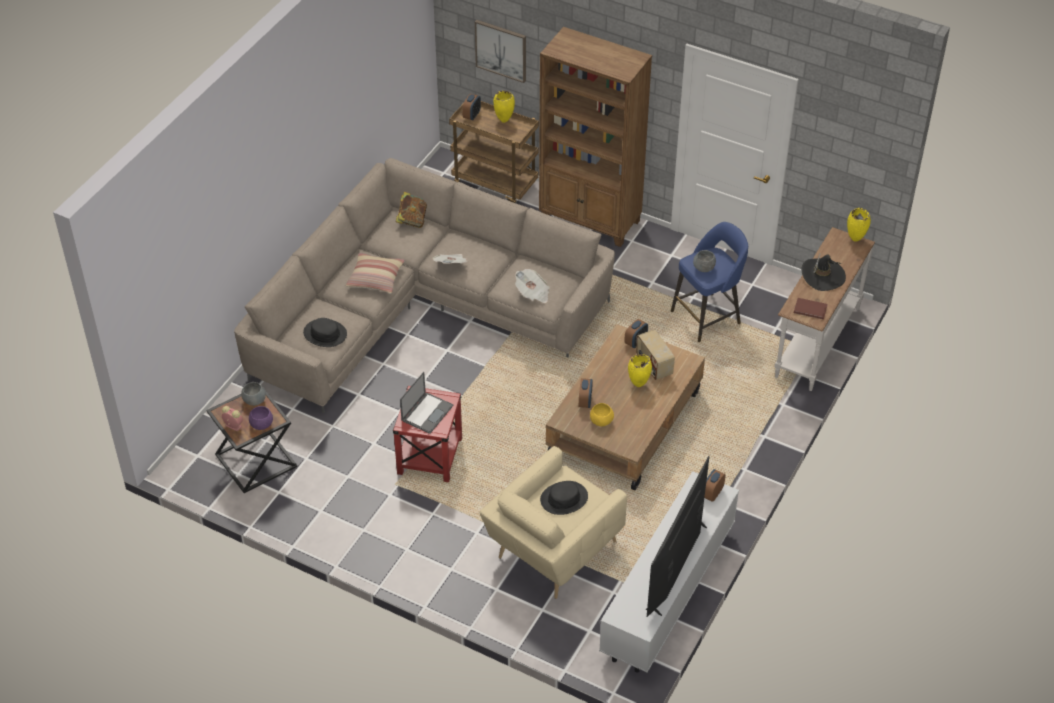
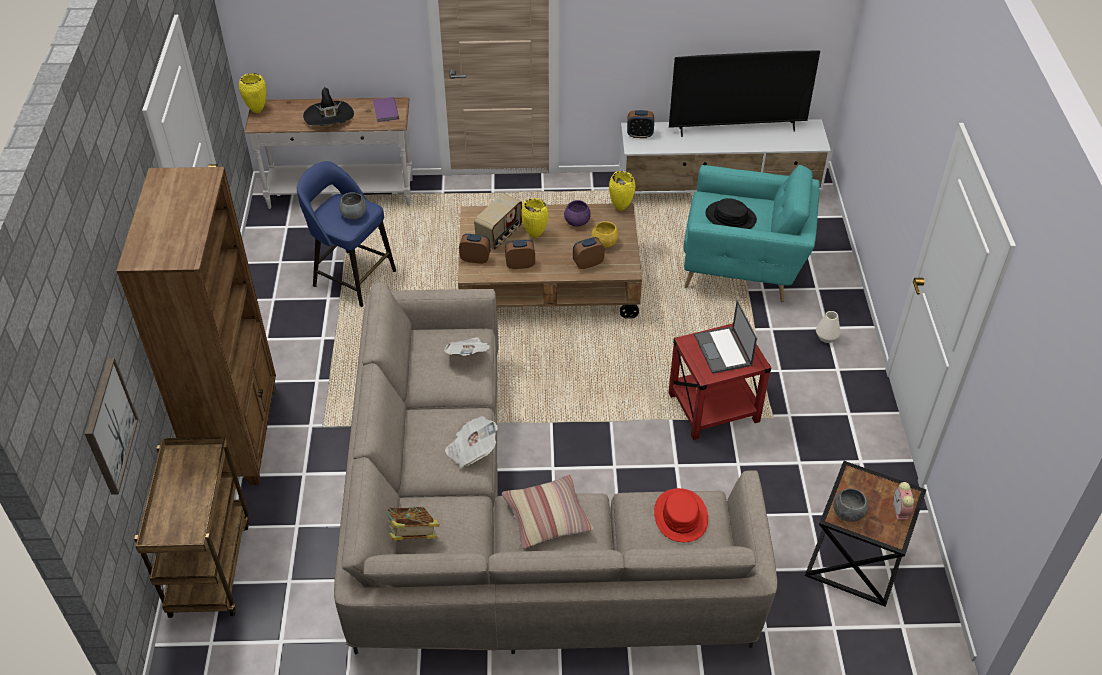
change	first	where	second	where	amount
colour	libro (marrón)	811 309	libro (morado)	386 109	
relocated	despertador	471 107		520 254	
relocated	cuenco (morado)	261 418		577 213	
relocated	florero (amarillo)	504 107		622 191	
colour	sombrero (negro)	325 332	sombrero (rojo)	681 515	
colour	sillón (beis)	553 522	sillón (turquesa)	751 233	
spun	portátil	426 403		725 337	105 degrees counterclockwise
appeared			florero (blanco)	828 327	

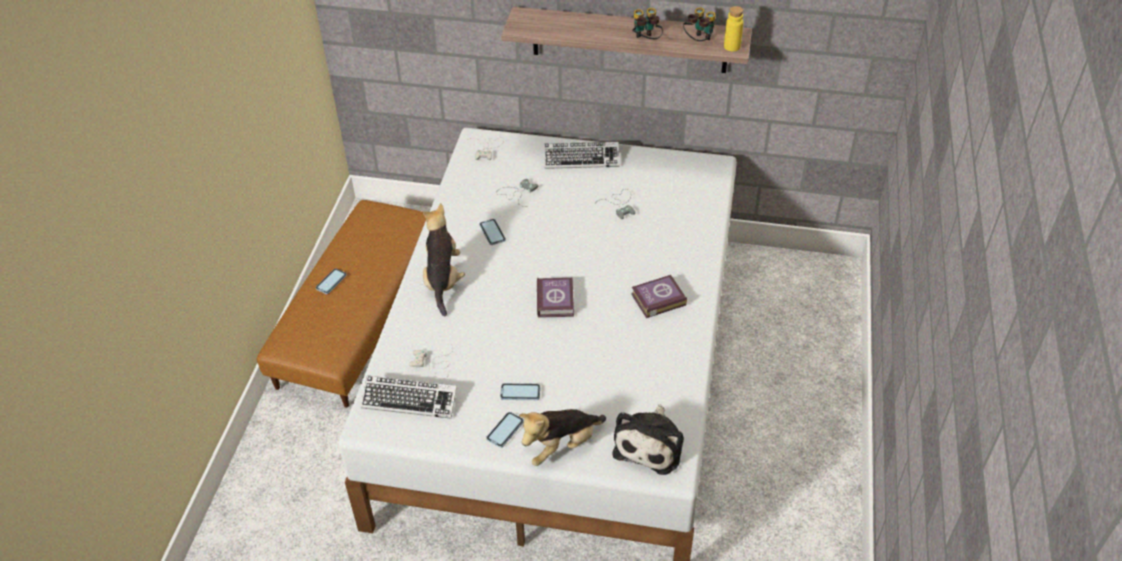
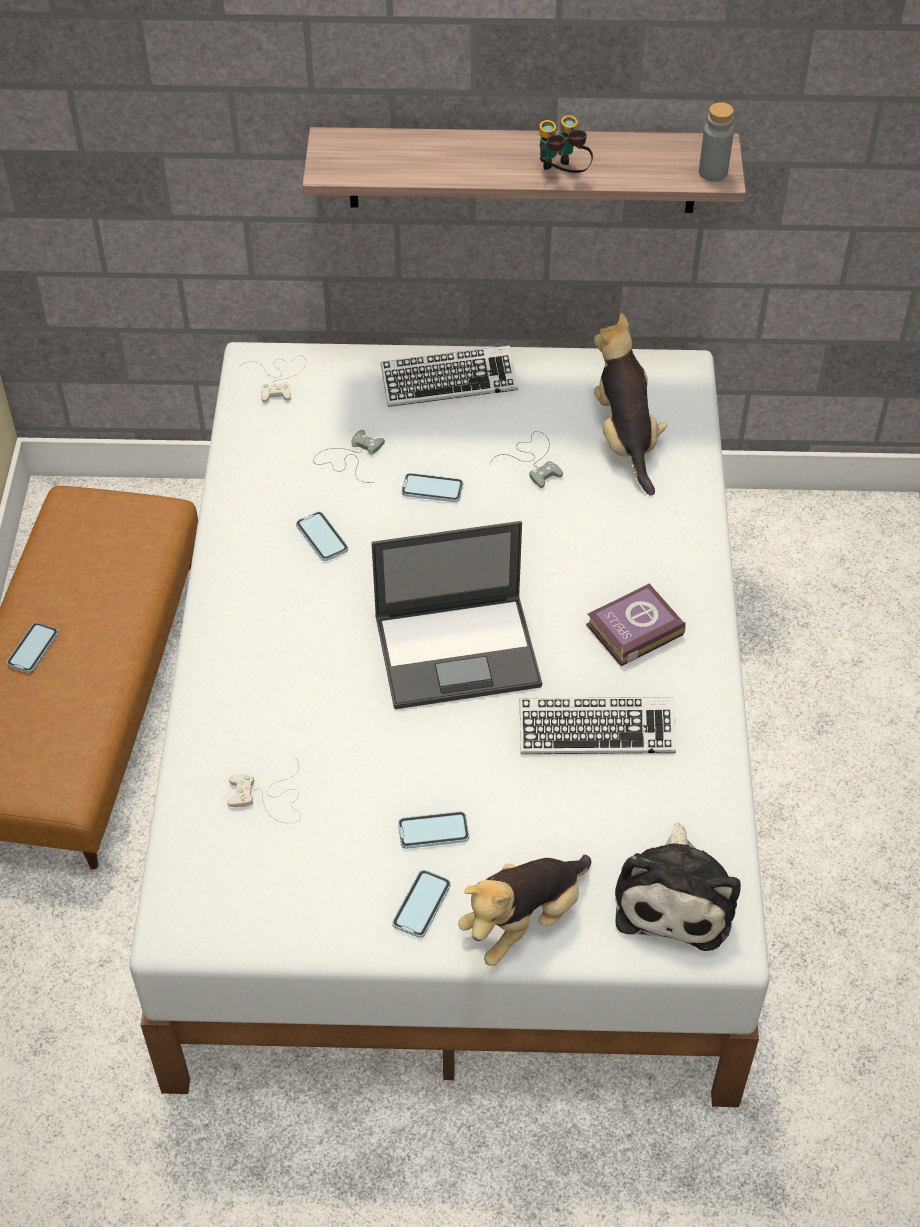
change	first	where	second	where	amount
exchanged	libro	555 298	portátil	456 615	
appeared			móvil	432 487	
relocated	teclado	409 397		598 725	
relocated	peluche	444 259		631 404	
colour	botella (amarillo)	734 28	botella (gris)	716 141	
missing	prismáticos	699 24			

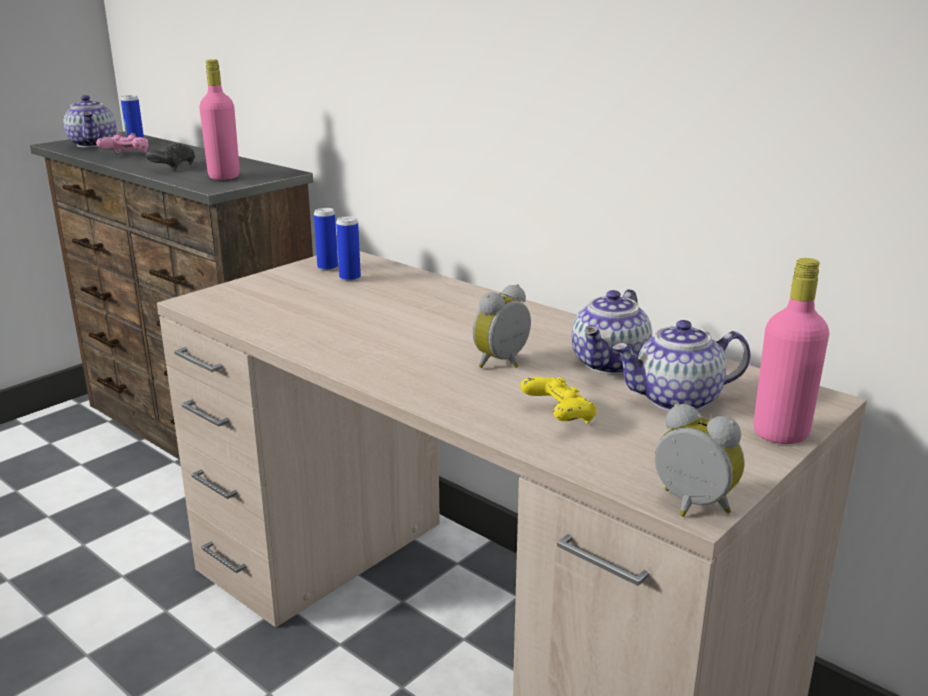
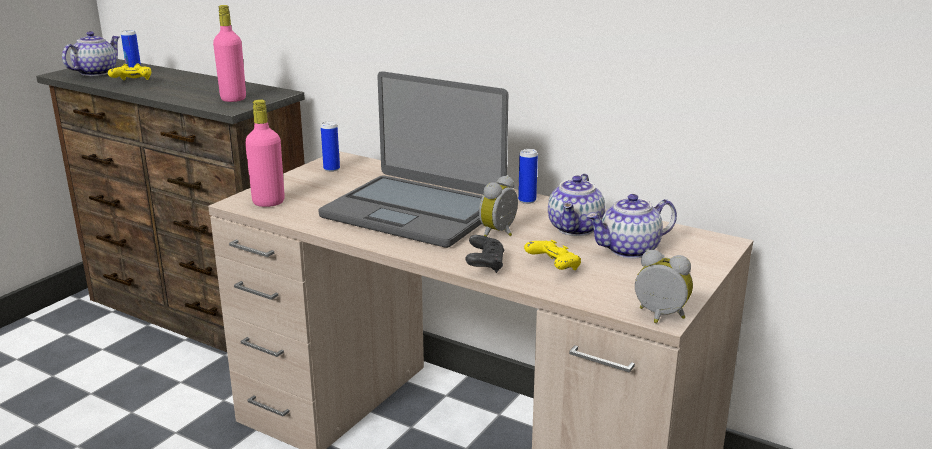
change	first	where	second	where	amount
spun	tetera	90 121		91 53	120 degrees counterclockwise
colour	mando de consola (rosa)	122 143	mando de consola (amarillo)	129 72	
relocated	botella (rosa)	791 351		265 153	
appeared			portátil	413 159	
relocated	mando de consola (negro)	170 157		485 254	
relocated	lata	348 249		528 176	

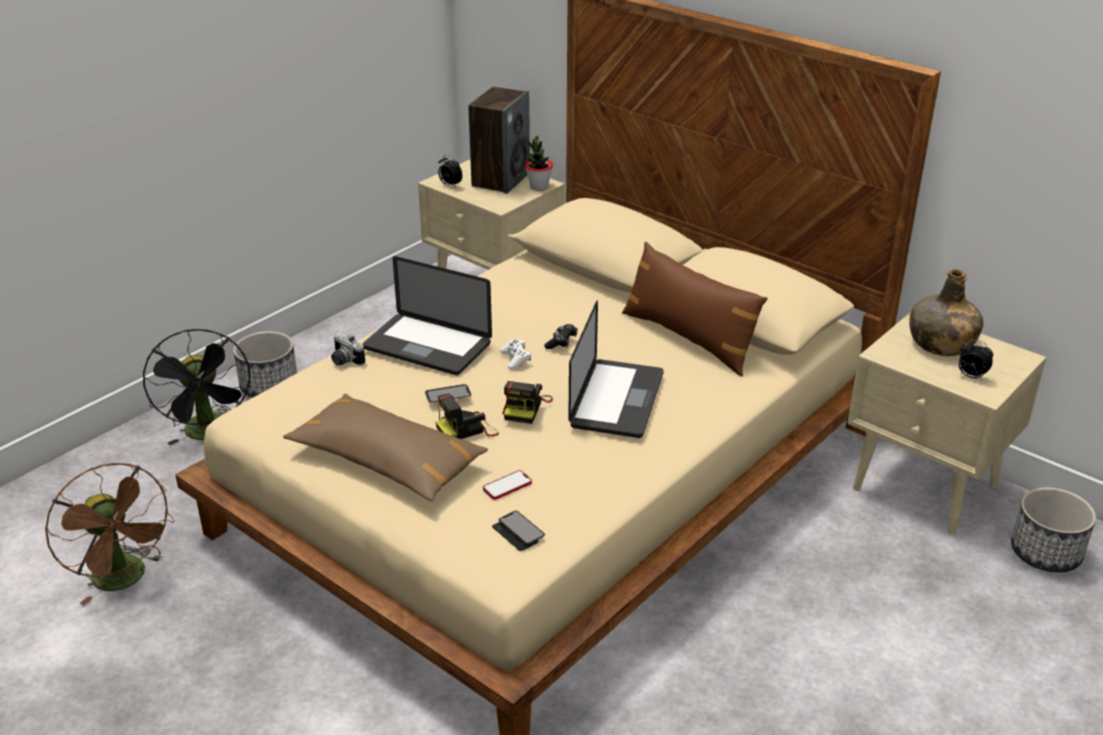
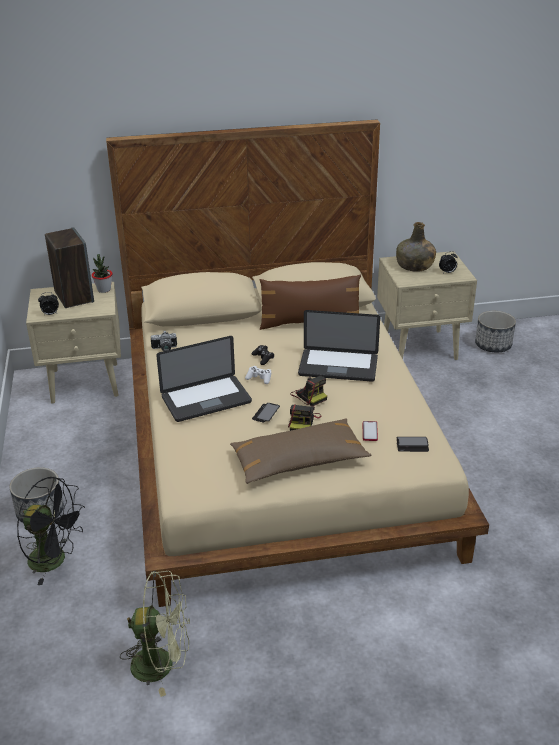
change	first	where	second	where	amount
colour	ventilador (marrón)	109 534	ventilador (verde)	155 634	
relocated	cámara	348 349		164 341	
spun	portátil	616 369		339 346	135 degrees clockwise

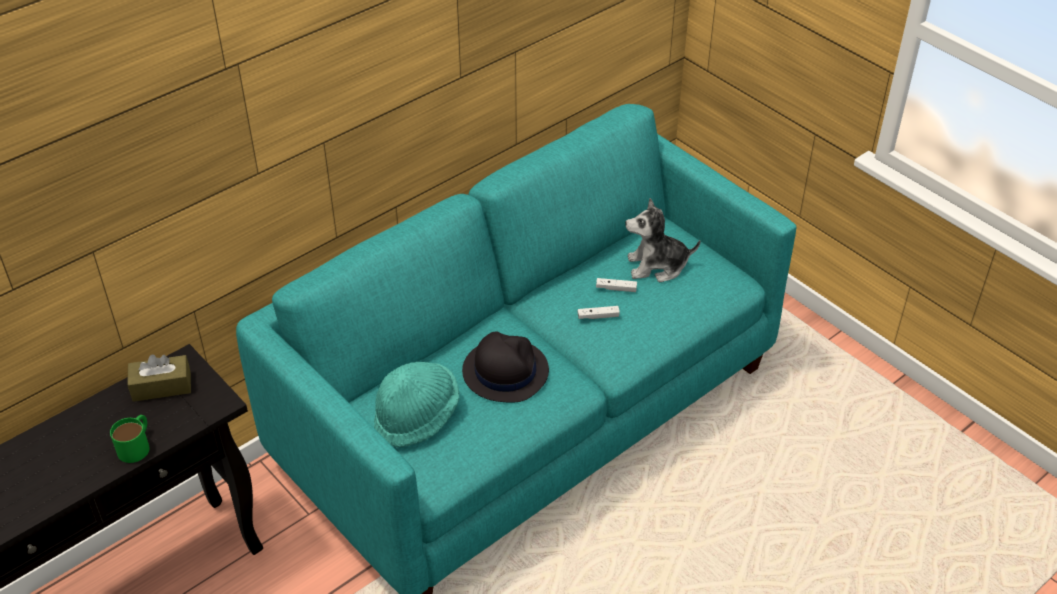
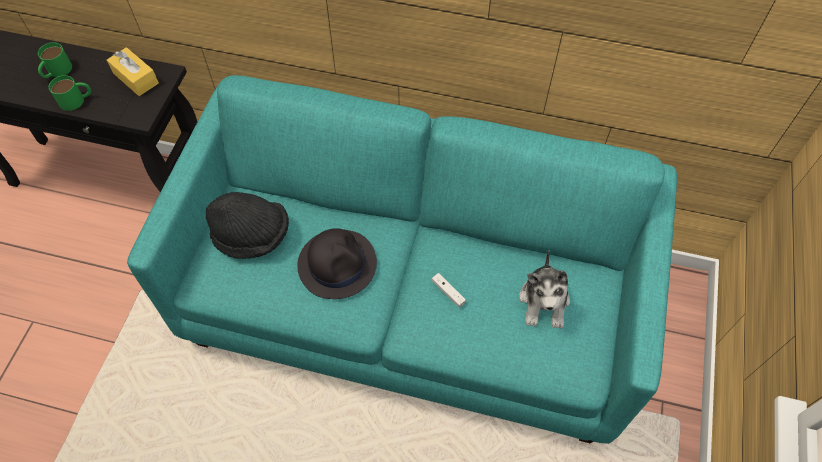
change	first	where	second	where	amount
appeared			taza grande (verde)	55 60	
colour	caja de pañuelos (marrón)	159 378	caja de pañuelos (amarillo)	133 71	
colour	sombrero (turquesa)	416 404	sombrero (negro)	247 225	
spun	peluche	663 240		544 289	135 degrees counterclockwise
missing	mando de consola (blanco)	616 285			

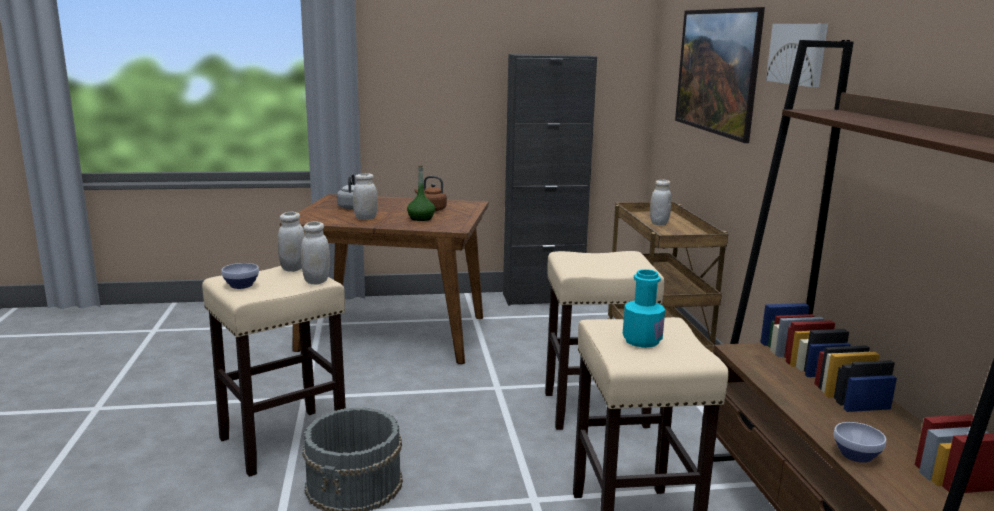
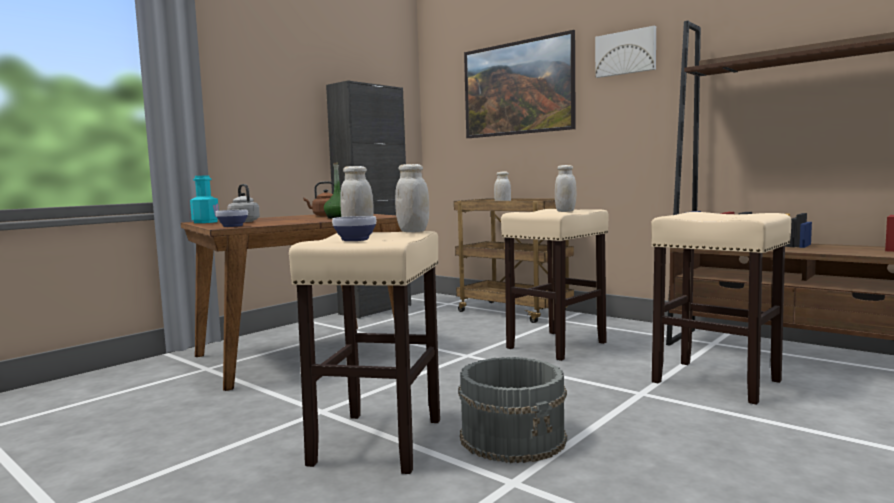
change	first	where	second	where	amount
relocated	botella (turquesa)	644 308		204 199	
relocated	cuenco	860 442		232 218	
relocated	tarro (blanco)	365 196		566 188	

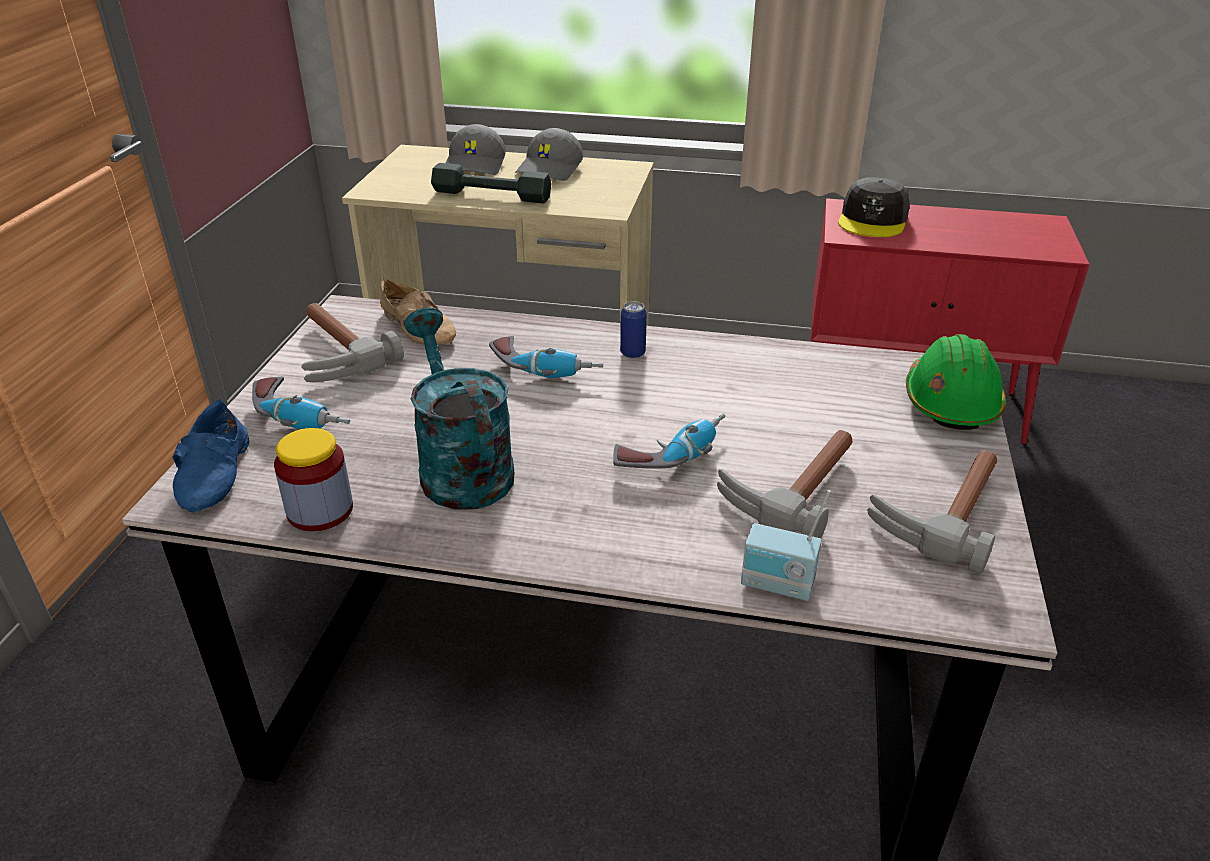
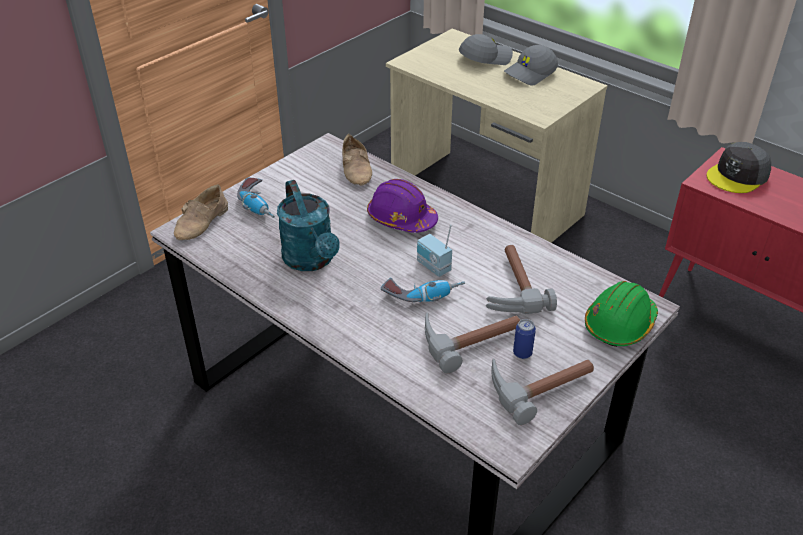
change	first	where	second	where	amount
colour	zapato (azul)	210 456	zapato (beis)	201 212	
spun	regadera (turquesa)	459 408		308 225	150 degrees clockwise
exchanged	taladro	546 357	casco (morado)	402 206	
relocated	radio	786 545		434 250	
spun	gorra (gris)	476 149		486 49	150 degrees counterclockwise
relocated	martillo	352 342		521 279	
relocated	lata	633 329		524 339	
missing	tarro	313 479			
missing	mancuerna (gris)	491 183			

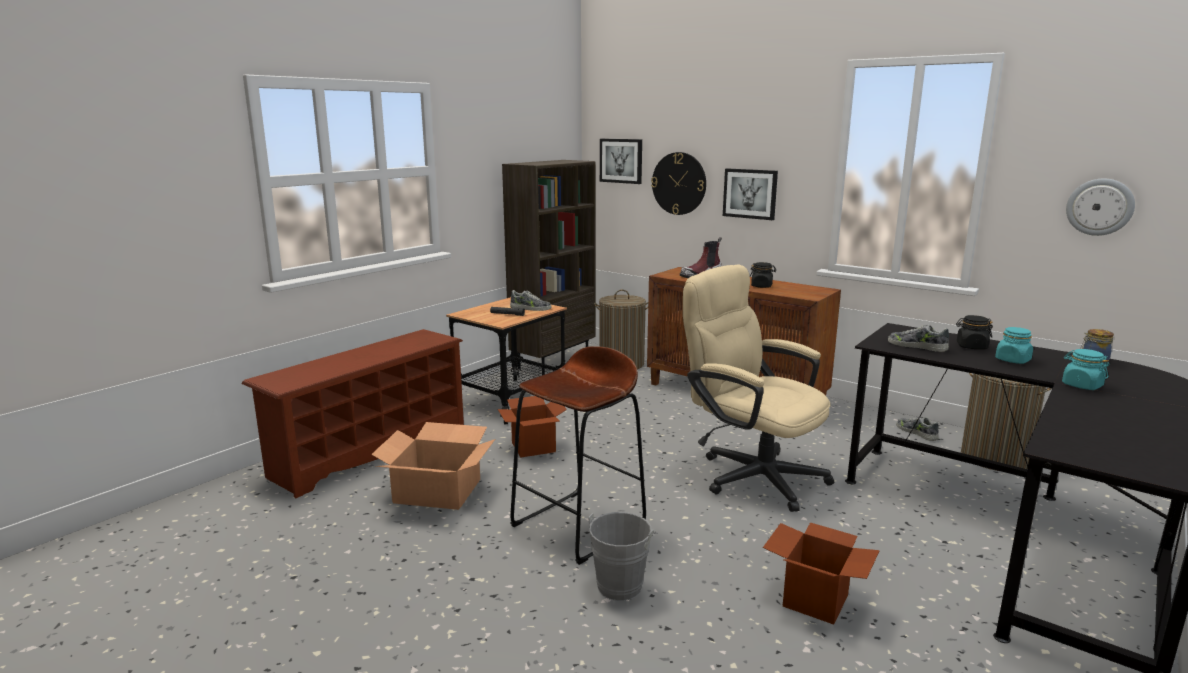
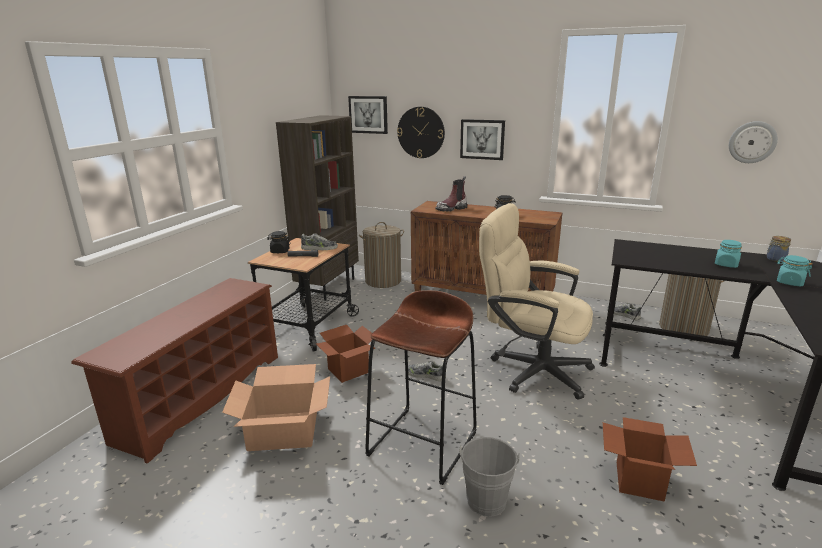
change	first	where	second	where	amount
relocated	tarro (negro)	974 332		279 242	
relocated	zapato	918 338		427 370	

